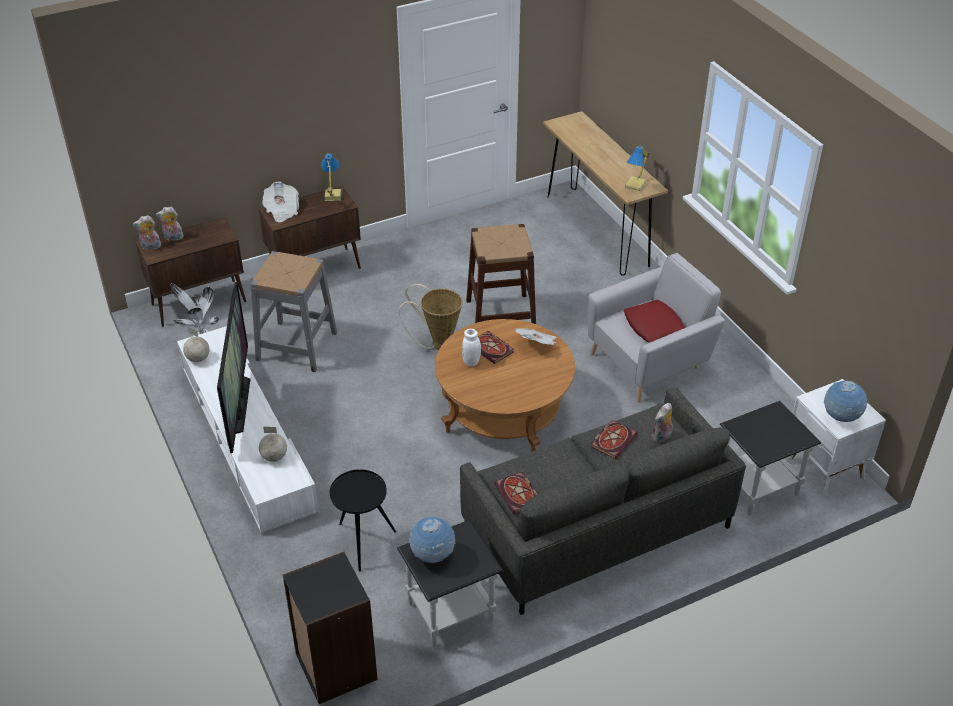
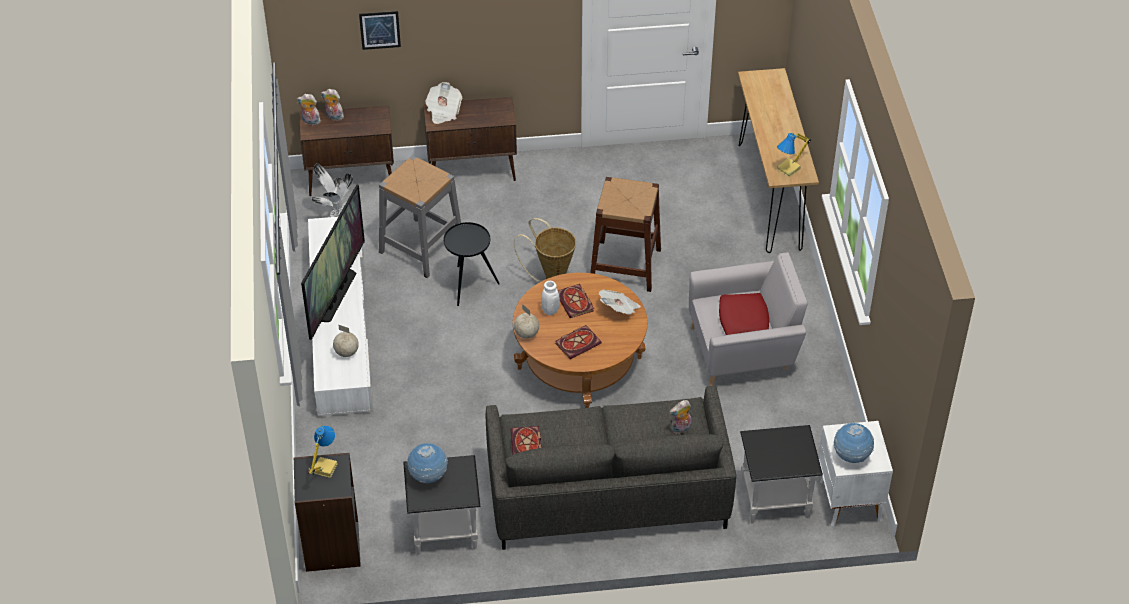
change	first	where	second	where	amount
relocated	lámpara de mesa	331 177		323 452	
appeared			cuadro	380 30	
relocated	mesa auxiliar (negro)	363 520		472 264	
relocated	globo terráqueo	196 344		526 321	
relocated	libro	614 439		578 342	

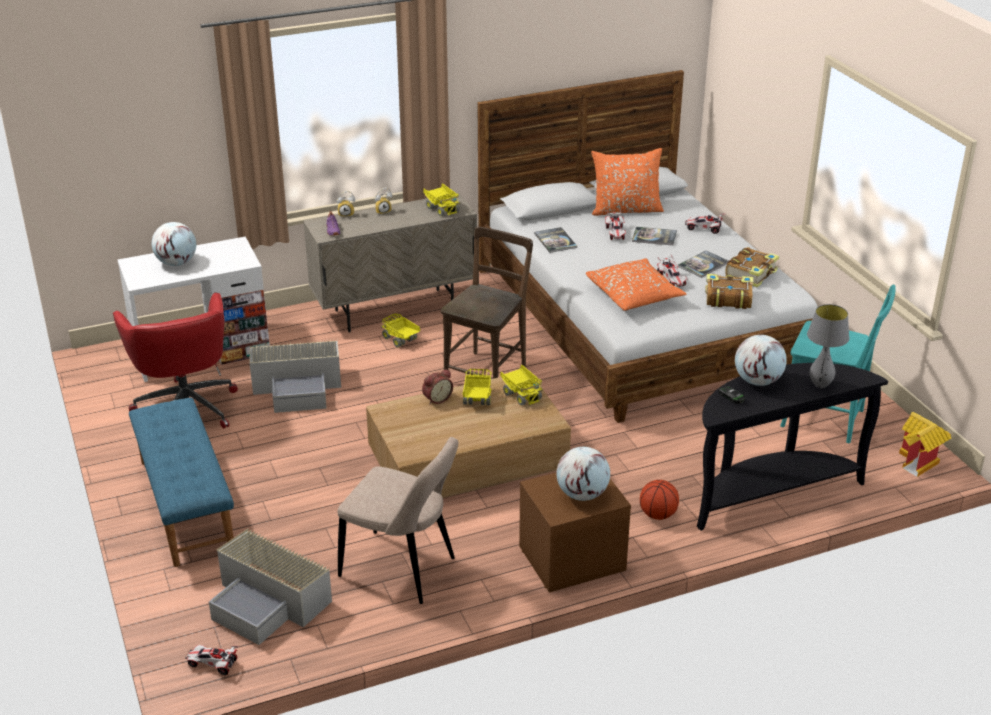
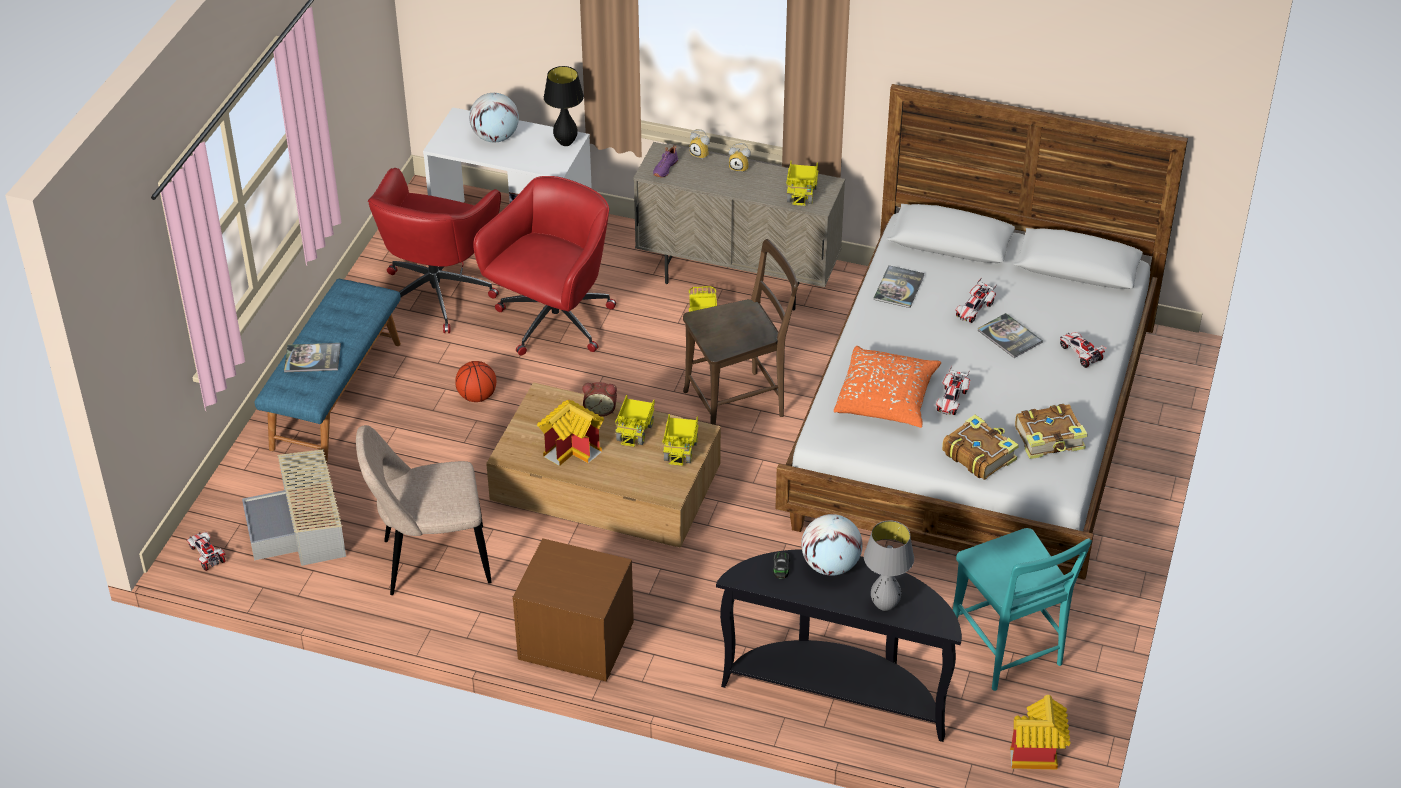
change	first	where	second	where	amount
relocated	libro	703 264		312 357	
spun	silla (beis)	397 520		424 510	105 degrees clockwise
relocated	balón de baloncesto	659 500		475 381	
exchanged	caja de almacenaje (gris)	295 376	silla de oficina (rojo)	544 266	
appeared			casita	570 433	
appeared			lámpara de mesa (negro)	564 106	
spun	camión de juguete	477 387		635 421	150 degrees clockwise
missing	globo terráqueo	583 474			
missing	cojín (naranja)	627 182			

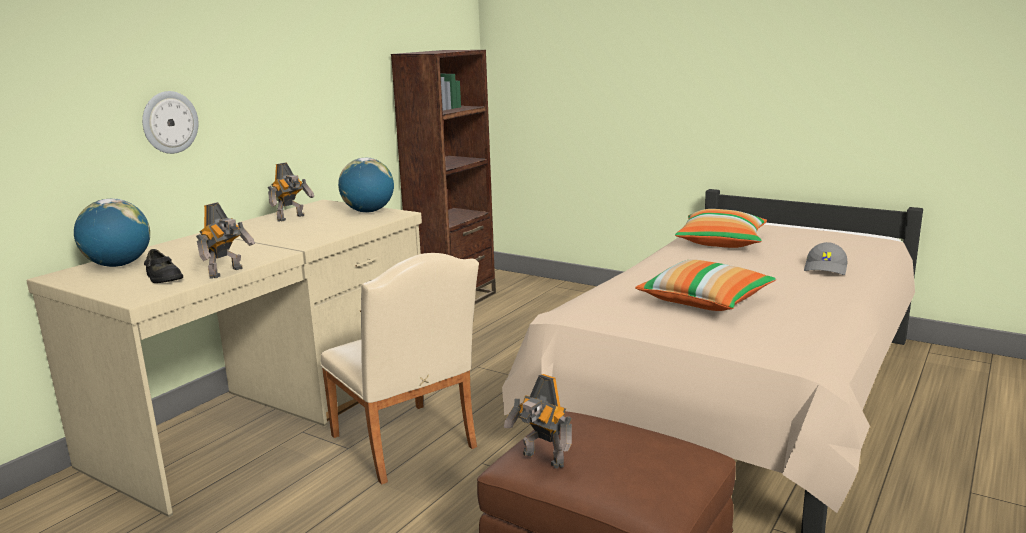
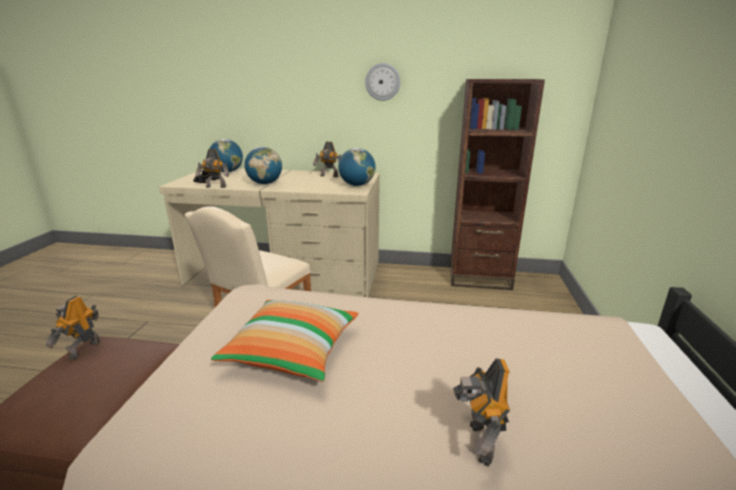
change	first	where	second	where	amount
appeared			globo terráqueo	263 165	
relocated	reloj de pared	170 122		382 82	
exchanged	gorra (gris)	826 258	robot de juguete	481 412	
missing	cojín	721 228			

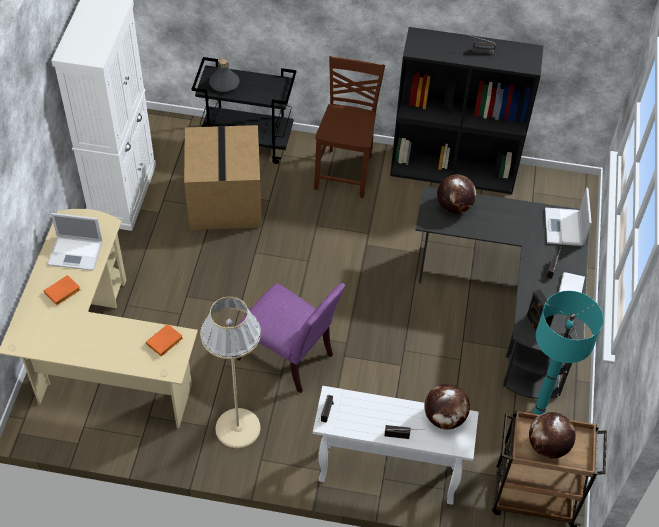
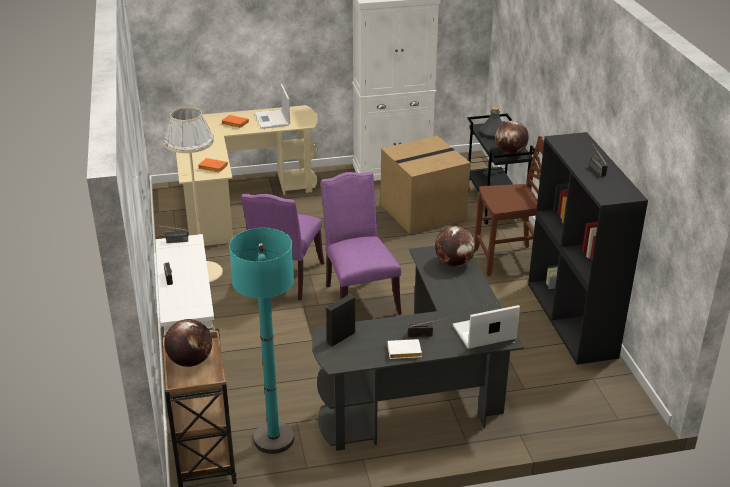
change	first	where	second	where	amount
appeared			silla (morado)	361 243	
relocated	globo terráqueo	447 407		512 137	

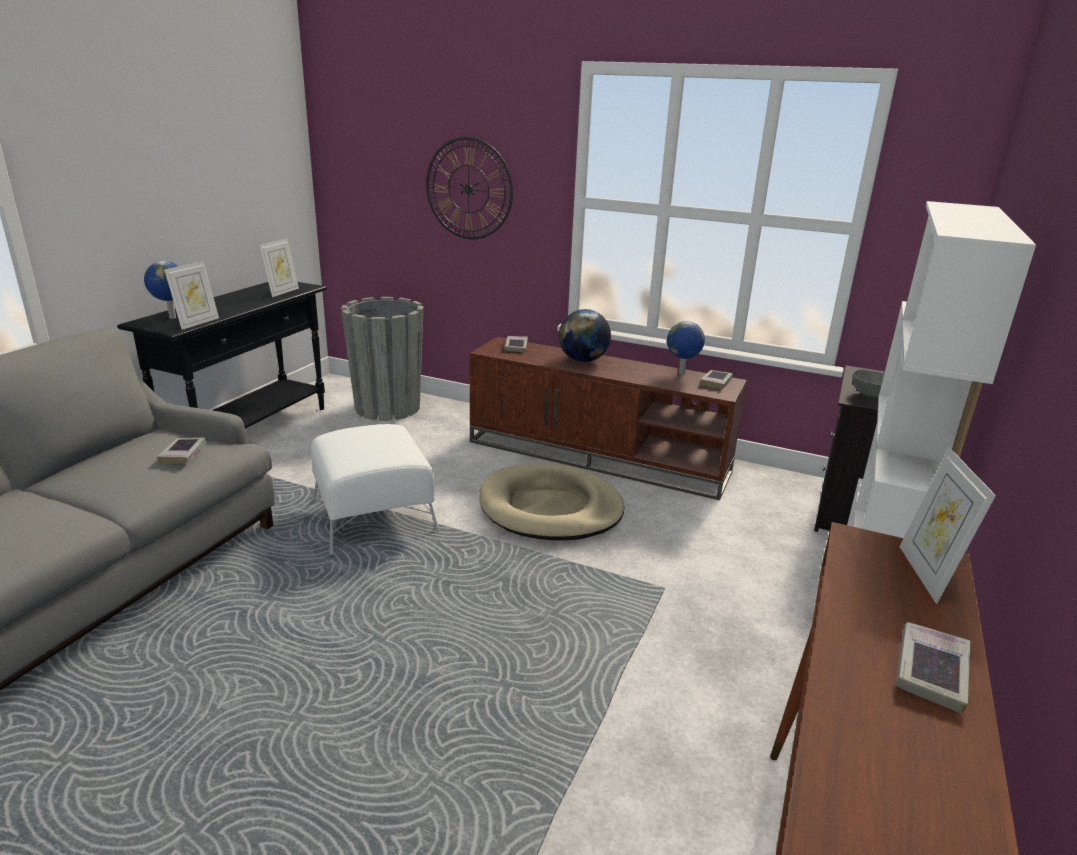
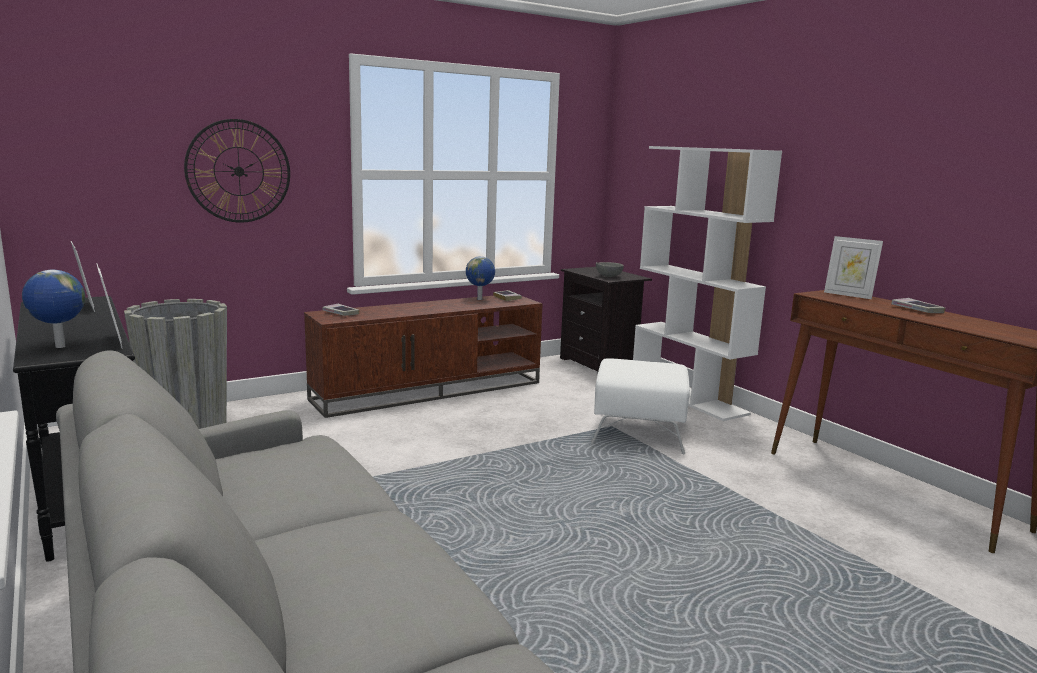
change	first	where	second	where	amount
relocated	puf (blanco)	375 489		640 406	
missing	libro	181 451			
missing	cama para perro (beis)	551 502			
missing	globo terráqueo	585 335			

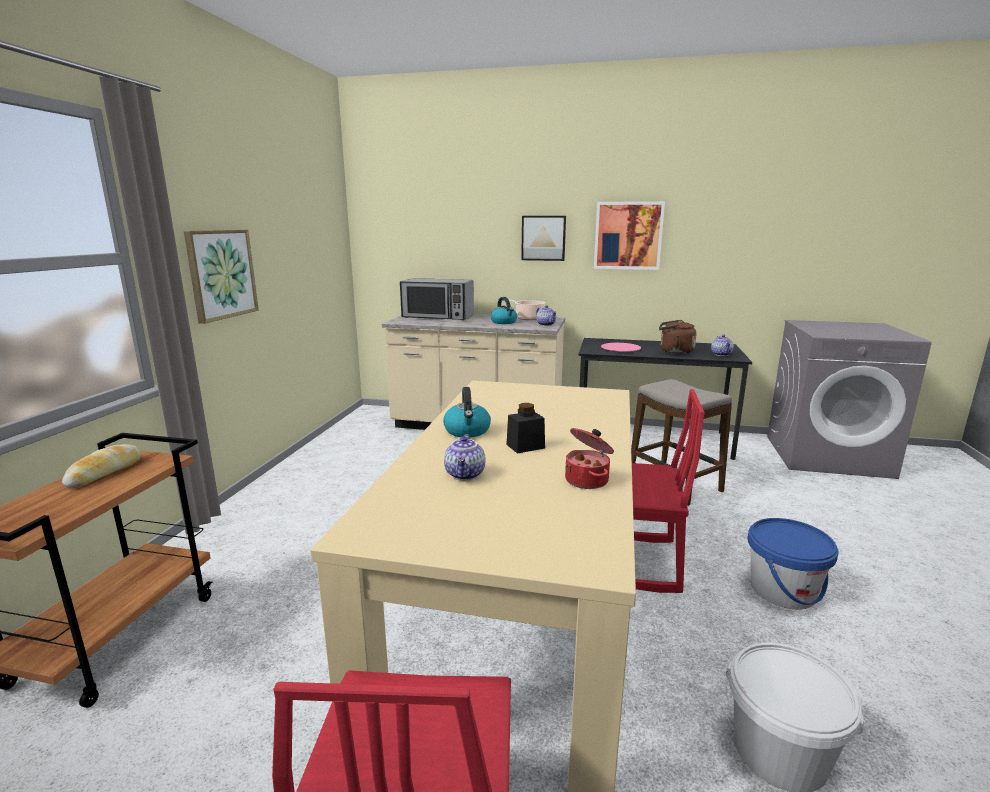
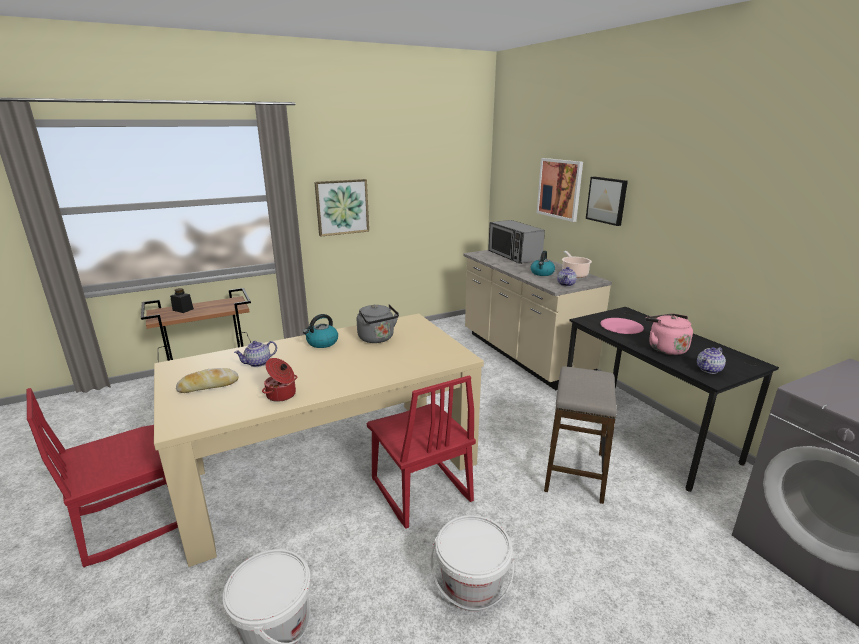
change	first	where	second	where	amount
relocated	tarro (negro)	525 428		182 300	
relocated	pan	102 466		207 380	
appeared			hervidor (gris)	378 323	
colour	cubo (azul)	792 564	cubo (blanco)	472 563	
relocated	cuadro	629 235		560 190	
colour	hervidor (marrón)	678 337	hervidor (rosa)	669 334	

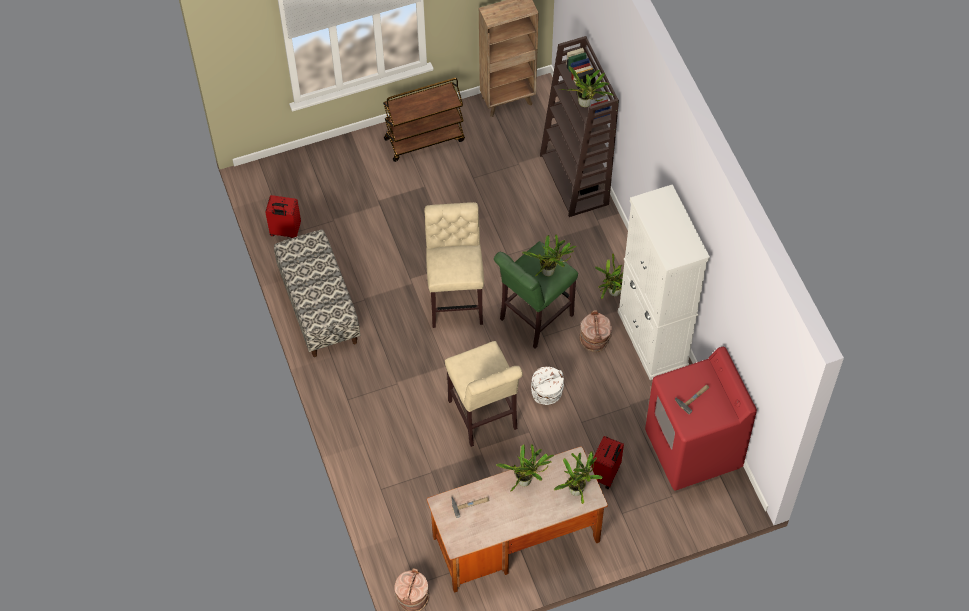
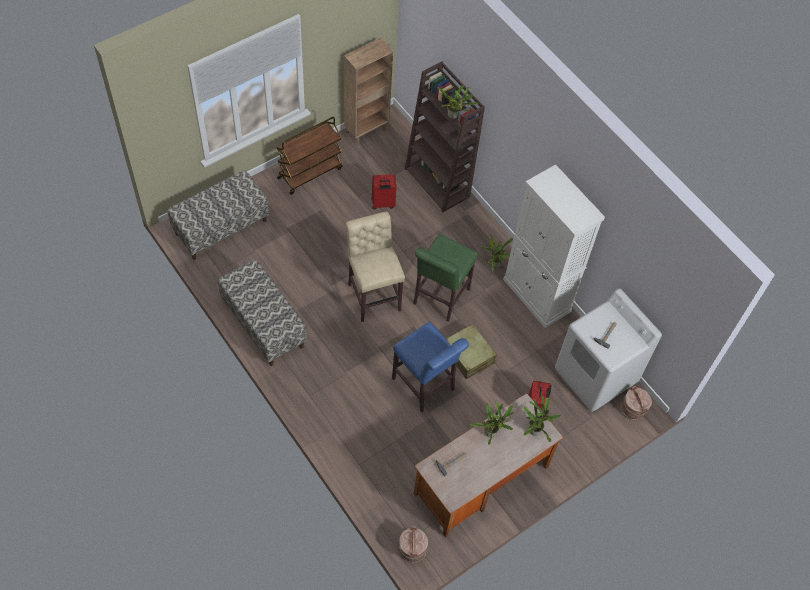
change	first	where	second	where	amount
appeared			banco	218 215	
relocated	maleta (rojo)	283 216		384 191	
colour	taburete (beis)	484 394	taburete (azul)	430 367	
exchanged	cubo (blanco)	547 385	maleta (beis)	471 351	
colour	lavadora (rojo)	701 418	lavadora (blanco)	608 350	
relocated	cubo (marrón)	595 331		636 403	
missing	planta en maceta	549 255			

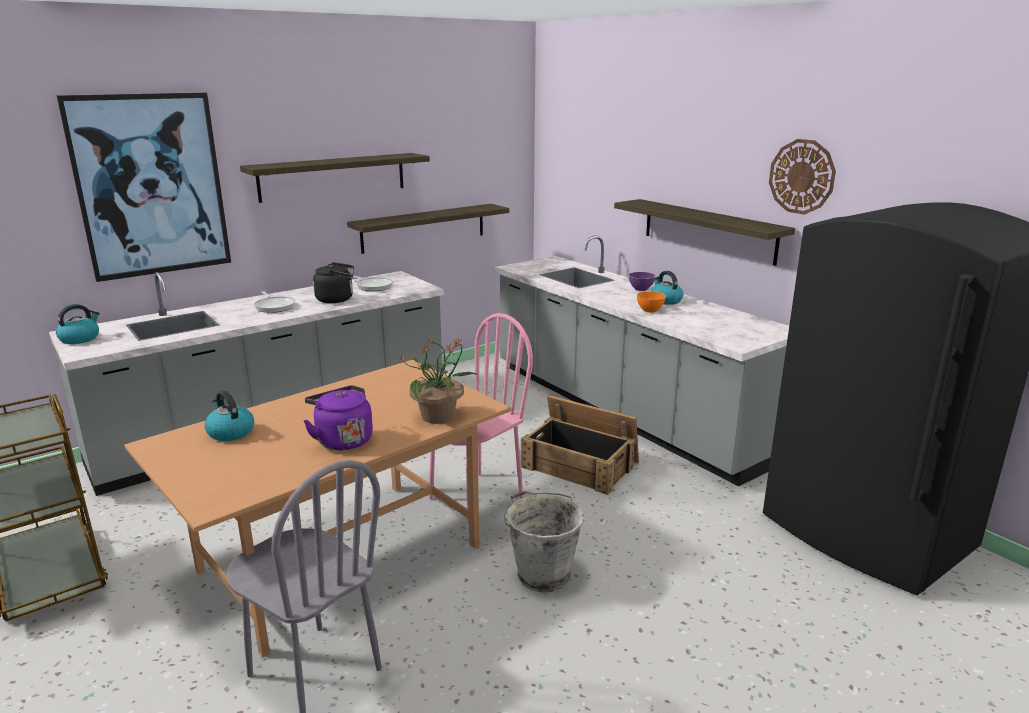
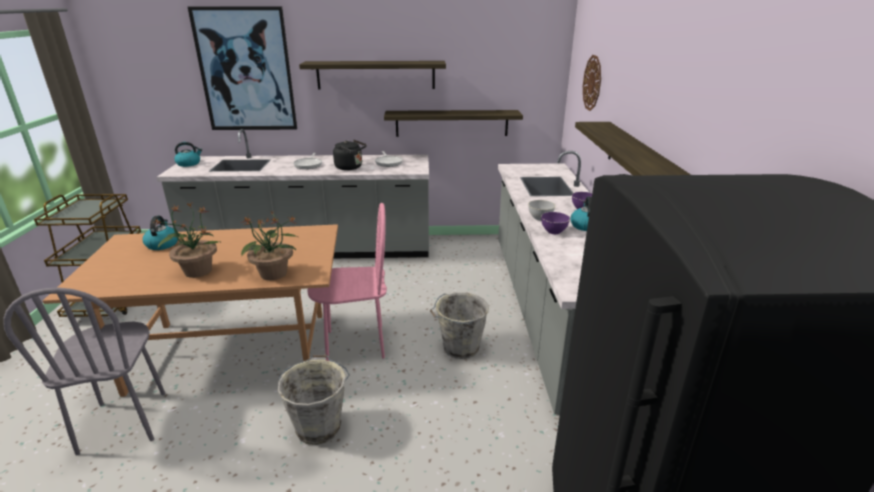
change	first	where	second	where	amount
exchanged	hervidor (morado)	338 417	planta en maceta	186 240	
exchanged	caja de embalaje	580 445	cubo (gris)	459 325	
appeared			cuenco (gris)	541 210	
colour	cuenco (naranja)	651 302	cuenco (morado)	555 223	
relocated	reloj de pared	802 177		592 83	

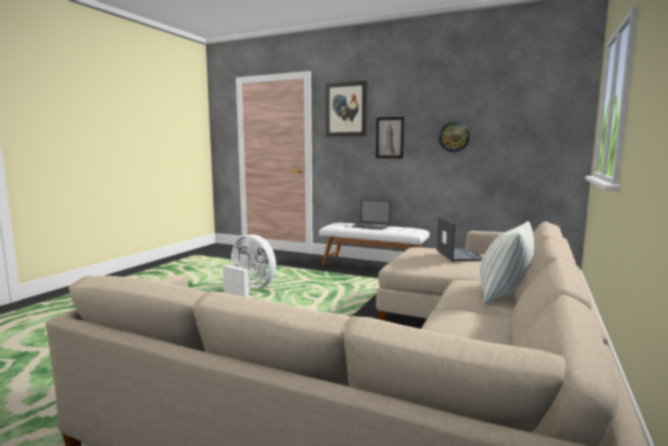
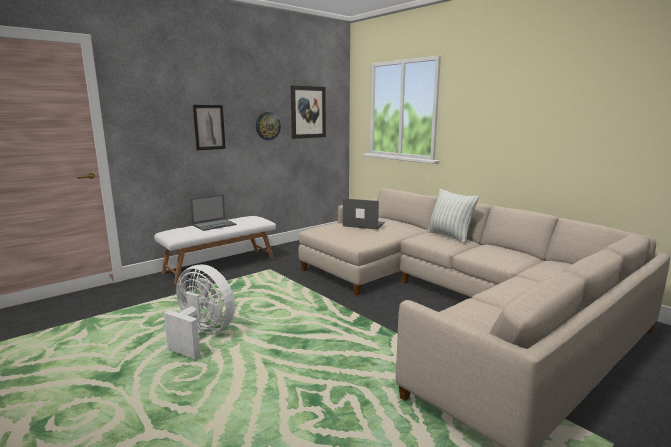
change	first	where	second	where	amount
spun	ventilador (blanco)	249 266		199 311	60 degrees clockwise
relocated	cuadro	346 109		308 112	

